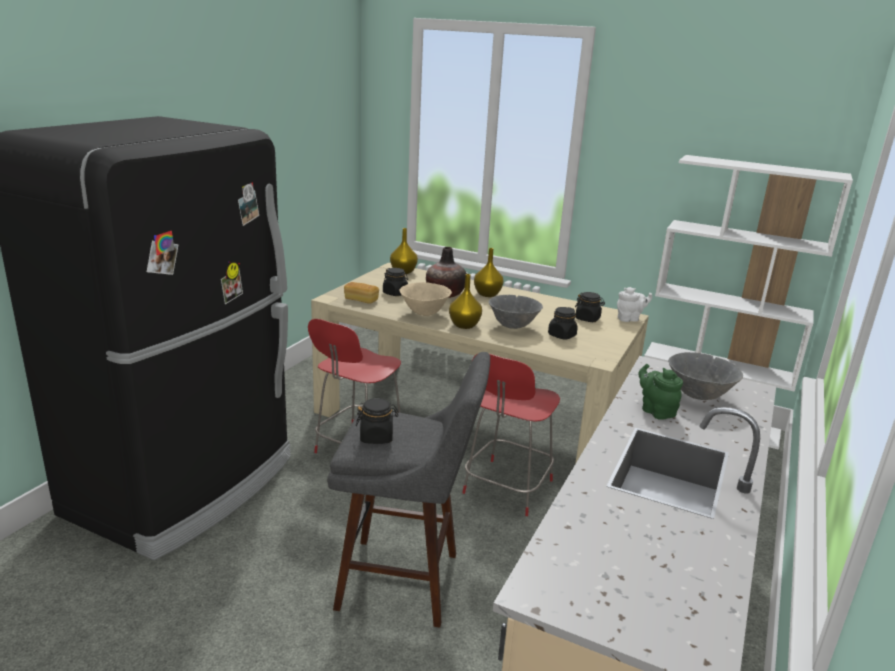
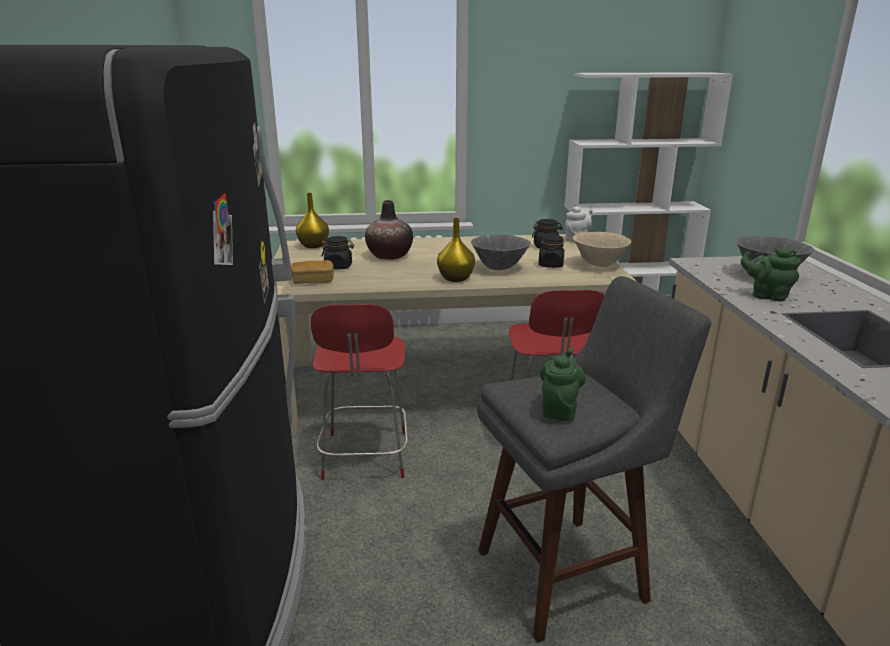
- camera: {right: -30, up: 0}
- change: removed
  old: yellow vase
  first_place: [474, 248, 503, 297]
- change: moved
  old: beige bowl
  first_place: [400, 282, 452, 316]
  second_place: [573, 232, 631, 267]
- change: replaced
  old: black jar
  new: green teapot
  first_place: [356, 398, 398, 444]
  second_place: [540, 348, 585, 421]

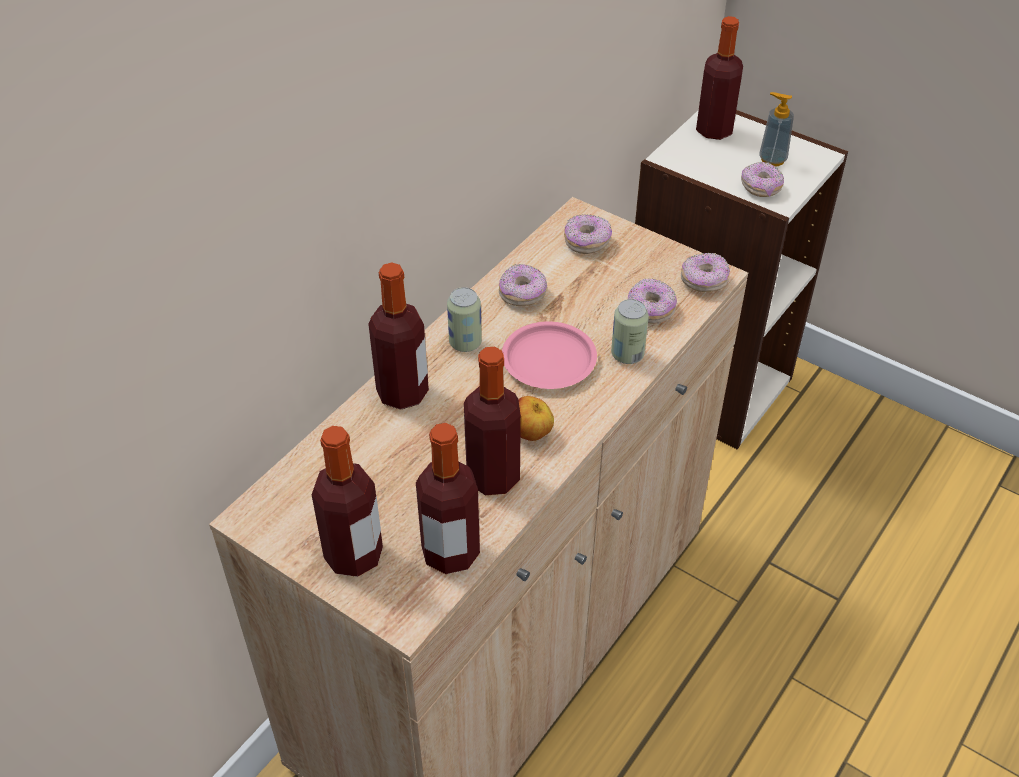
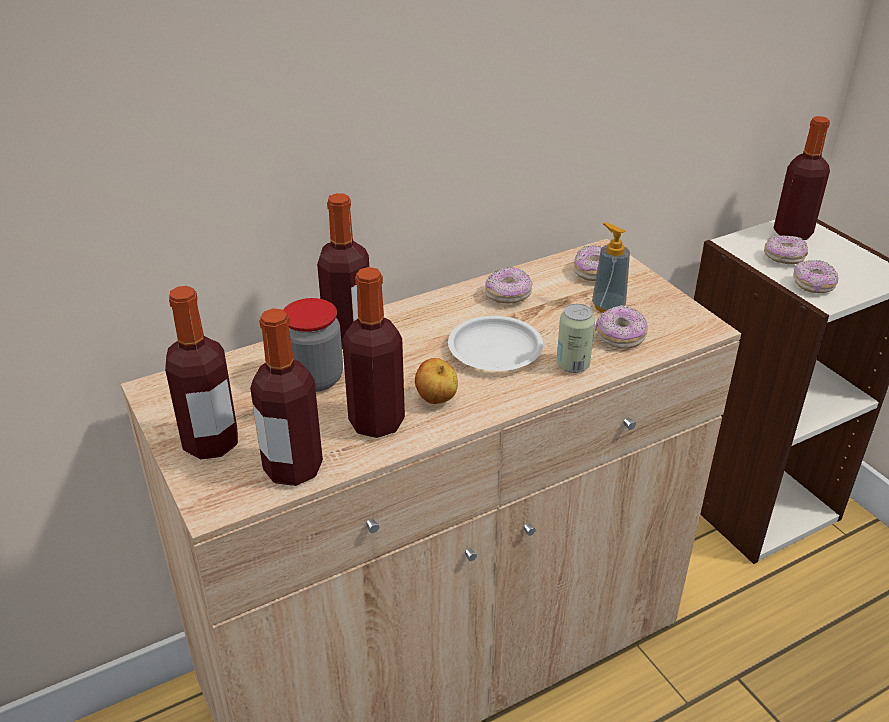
- camera: {right: 25, up: -10}
- change: removed
  old: can
  first_place: [447, 287, 482, 352]
- change: added
  new: jar
  second_place: [283, 298, 343, 392]
- change: moved
  old: donut
  first_place: [681, 253, 730, 292]
  second_place: [764, 235, 808, 264]
- change: moved
  old: soap dispenser
  first_place: [759, 92, 794, 167]
  second_place: [592, 222, 630, 313]
- change: recoloured
  old: pink plate
  new: white plate
  first_place: [502, 321, 597, 389]
  second_place: [448, 316, 543, 371]

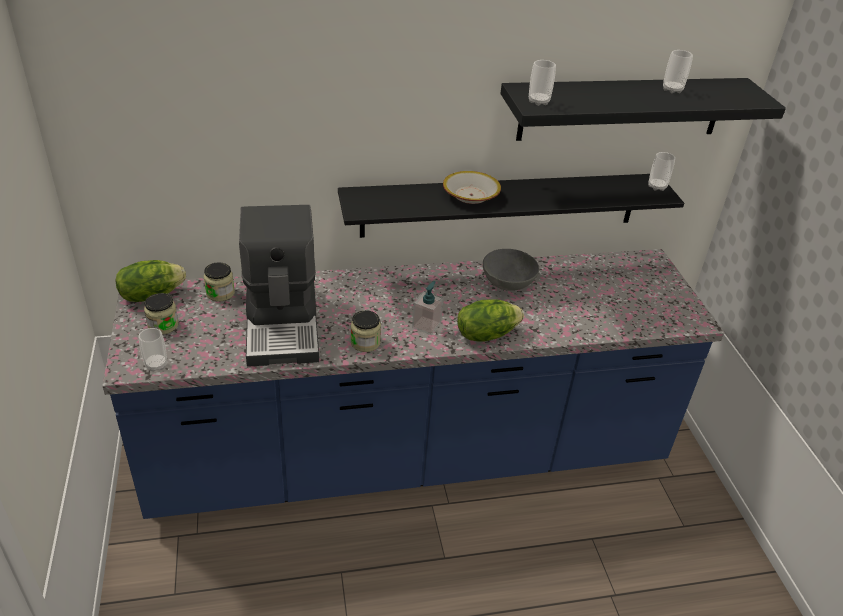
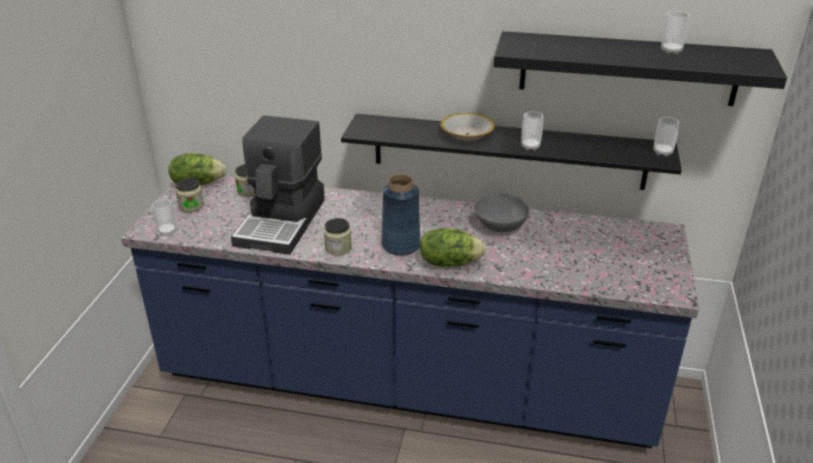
- camera: {right: 25, up: -5}
- change: moved
  old: cup
  first_place: [529, 60, 556, 106]
  second_place: [521, 111, 543, 151]
- change: replaced
  old: soap dispenser
  new: blue vase
  first_place: [412, 281, 444, 335]
  second_place: [381, 174, 420, 256]

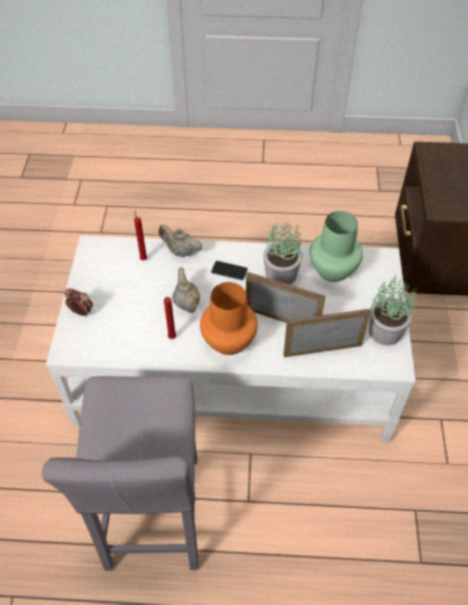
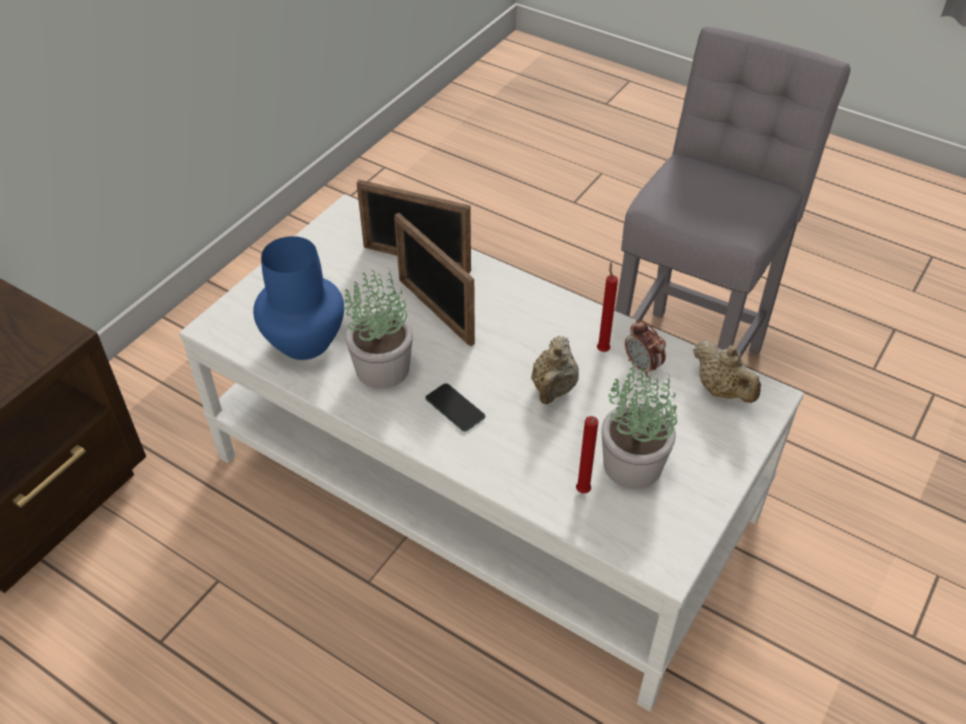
- camera: {right: -150, up: -5}
- change: removed
  old: orange vase
  first_place: [200, 282, 258, 355]
- change: moved
  old: alarm clock
  first_place: [65, 288, 93, 317]
  second_place: [625, 320, 666, 377]
- change: moved
  old: beige teapot
  first_place: [159, 224, 202, 257]
  second_place: [693, 341, 761, 403]
- change: moved
  old: potted plant
  first_place: [369, 275, 417, 345]
  second_place: [601, 362, 677, 489]
- change: recoloured
  old: green vase
  new: blue vase
  first_place: [309, 211, 363, 282]
  second_place: [253, 236, 344, 360]

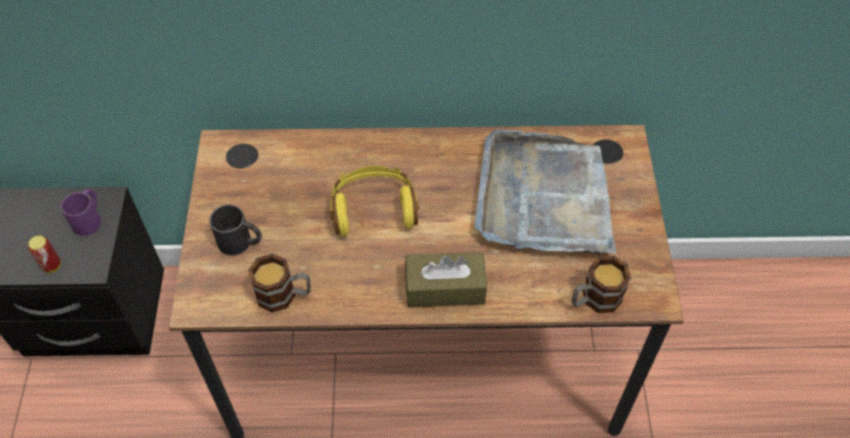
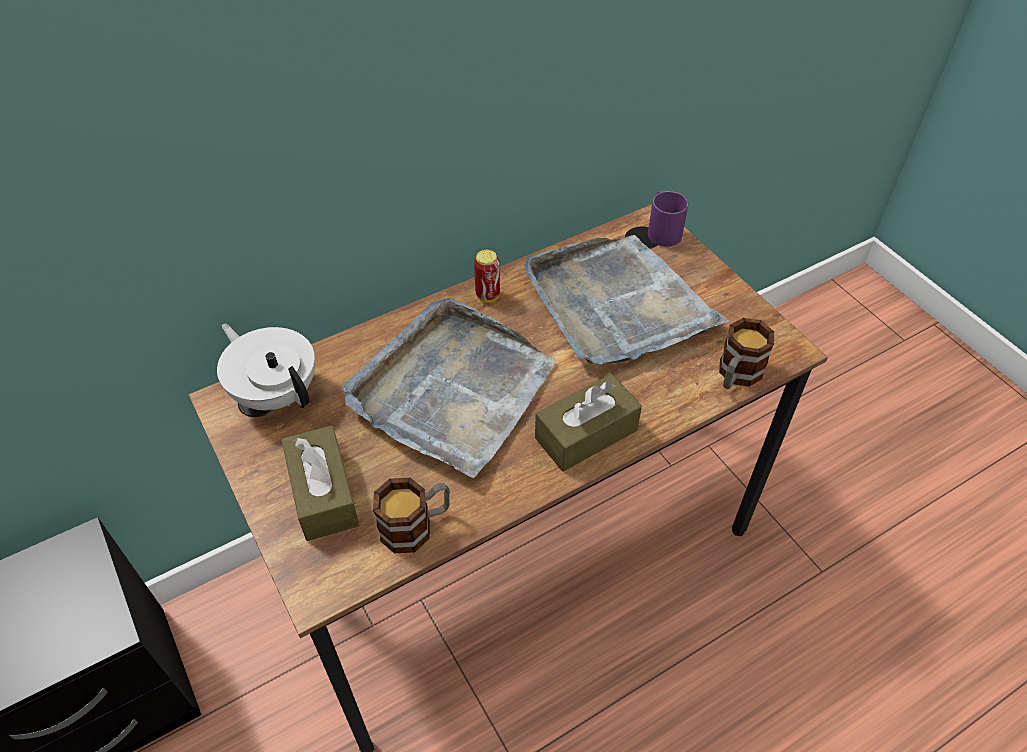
- camera: {right: -30, up: -5}
- change: added
  new: white teapot
  second_place: [217, 324, 315, 410]
- change: moved
  old: can
  first_place: [28, 236, 61, 273]
  second_place: [474, 250, 500, 302]
- change: moved
  old: purple mug
  first_place: [61, 189, 101, 236]
  second_place: [648, 190, 688, 247]
- change: replaced
  old: black mug
  new: brown tissue box
  first_place: [209, 204, 262, 255]
  second_place: [281, 425, 359, 541]
- change: replaced
  old: yellow headphones
  new: grey tray
  first_place: [330, 166, 419, 237]
  second_place: [343, 298, 556, 478]

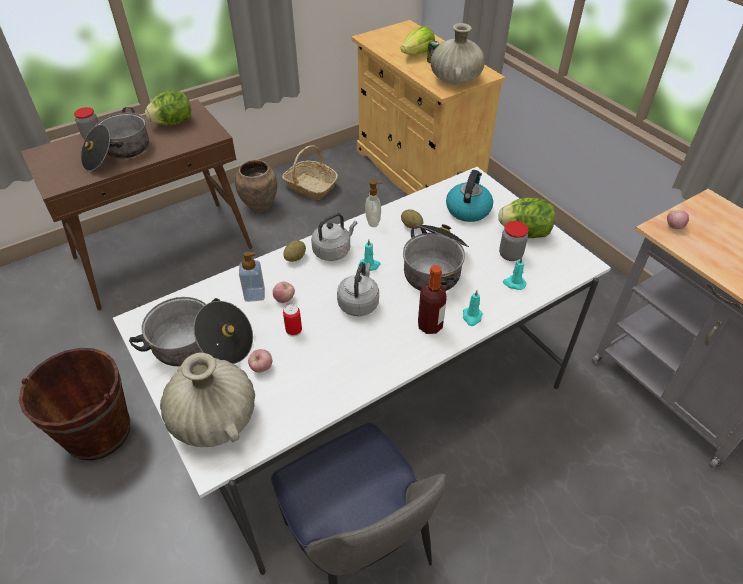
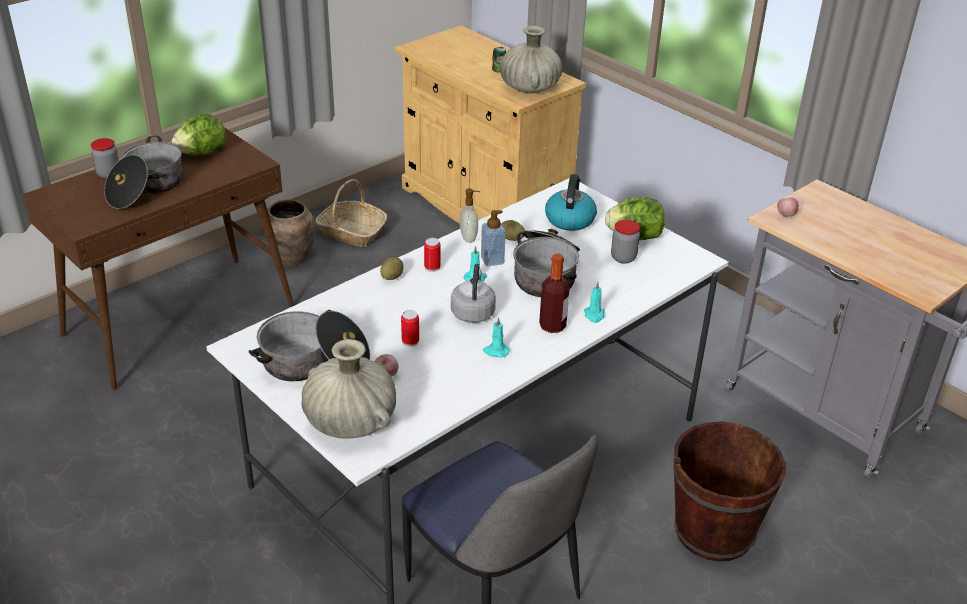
- camera: {right: -10, up: -10}
- change: removed
  old: apple
  first_place: [273, 282, 295, 303]
- change: removed
  old: lettuce
  first_place: [401, 26, 435, 55]
- change: moved
  old: brown bucket
  first_place: [19, 348, 130, 460]
  second_place: [673, 421, 787, 562]
- change: moved
  old: soap dispenser
  first_place: [239, 252, 265, 302]
  second_place: [481, 210, 506, 266]
- change: moved
  old: turquoise candle
  first_place: [503, 257, 526, 290]
  second_place: [483, 317, 509, 358]
- change: replaced
  old: grey kettle
  new: can
  first_place: [311, 213, 357, 261]
  second_place: [424, 238, 441, 272]

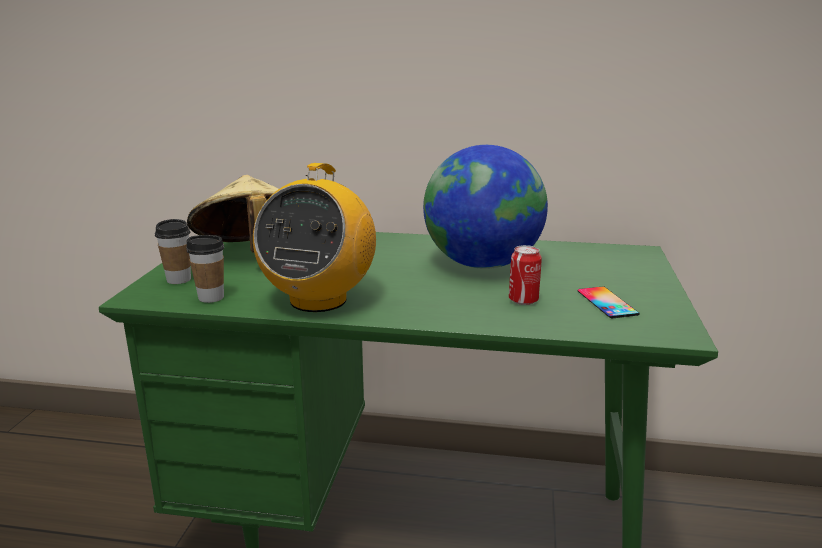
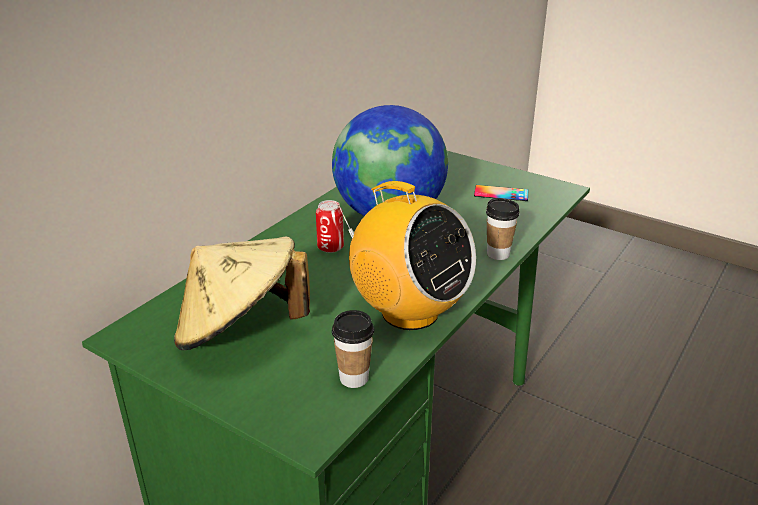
- camera: {right: -65, up: 10}
- change: moved
  old: cup
  first_place: [155, 219, 191, 284]
  second_place: [486, 198, 520, 260]
- change: moved
  old: can
  first_place: [509, 245, 542, 305]
  second_place: [316, 200, 344, 253]

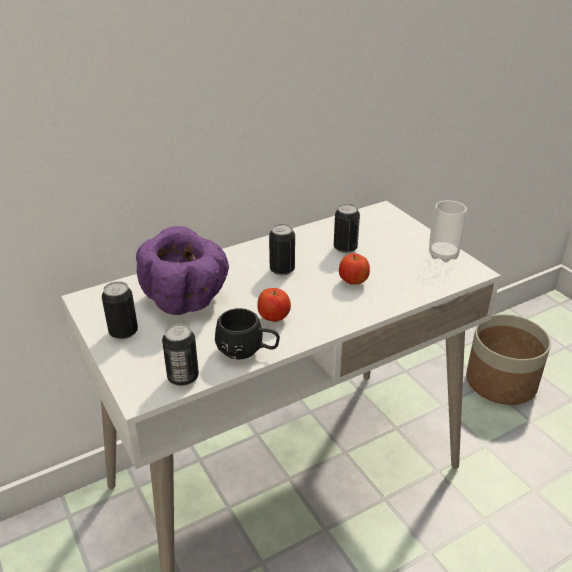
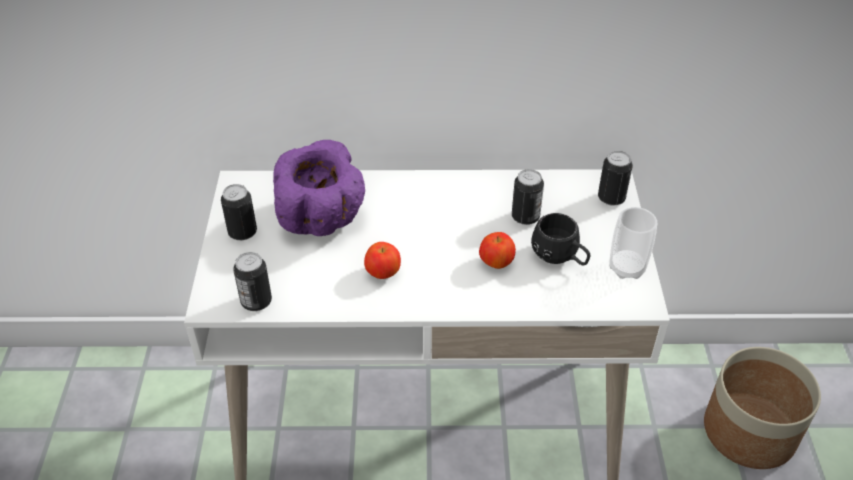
- camera: {right: 30, up: 10}
- change: moved
  old: black mug
  first_place: [215, 308, 280, 359]
  second_place: [531, 213, 591, 266]
- change: moved
  old: can
  first_place: [269, 224, 295, 275]
  second_place: [598, 151, 633, 206]

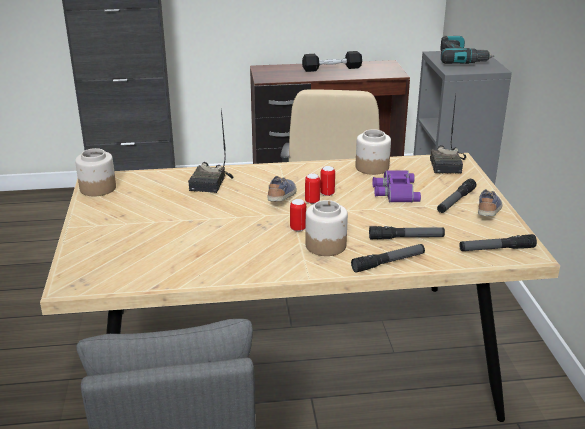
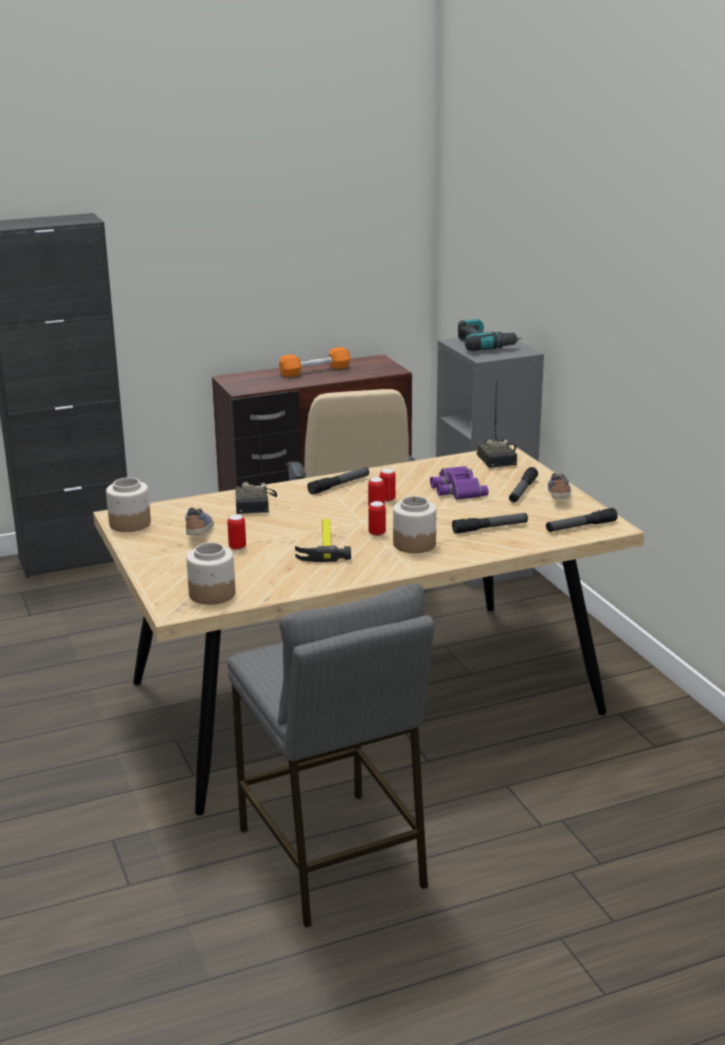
- camera: {right: -15, up: -5}
- change: added
  new: can
  second_place: [227, 514, 246, 550]
- change: added
  new: hammer
  second_place: [295, 519, 351, 562]
- change: moved
  old: shoe
  first_place: [267, 176, 297, 201]
  second_place: [185, 507, 214, 535]
- change: moved
  old: flashlight
  first_place: [351, 244, 425, 273]
  second_place: [307, 467, 369, 495]
- change: moved
  old: jar
  first_place: [355, 129, 391, 175]
  second_place: [186, 542, 235, 605]
- change: recoloured
  old: black dumbbell
  new: orange dumbbell
  first_place: [302, 51, 362, 72]
  second_place: [279, 347, 351, 377]

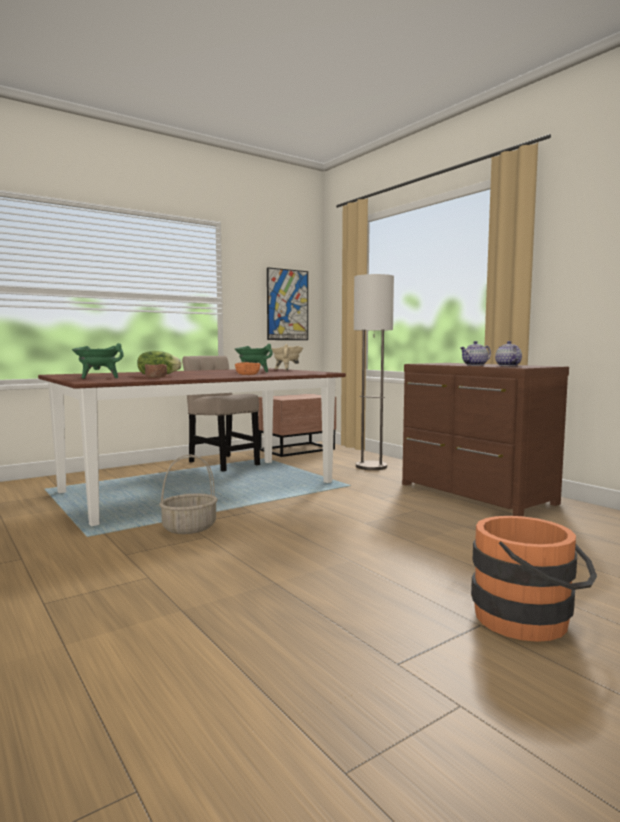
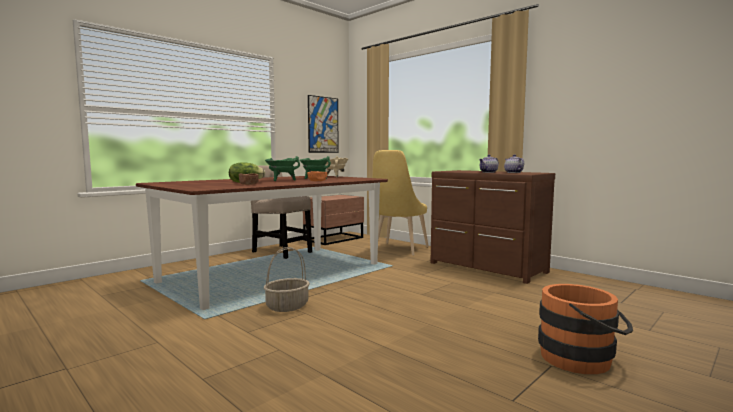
- camera: {right: -10, up: 0}
- change: moved
  old: green cooking pot
  first_place: [72, 343, 124, 379]
  second_place: [265, 156, 300, 181]
- change: replaced
  old: floor lamp
  new: yellow chair
  first_place: [354, 274, 394, 470]
  second_place: [373, 150, 429, 256]

